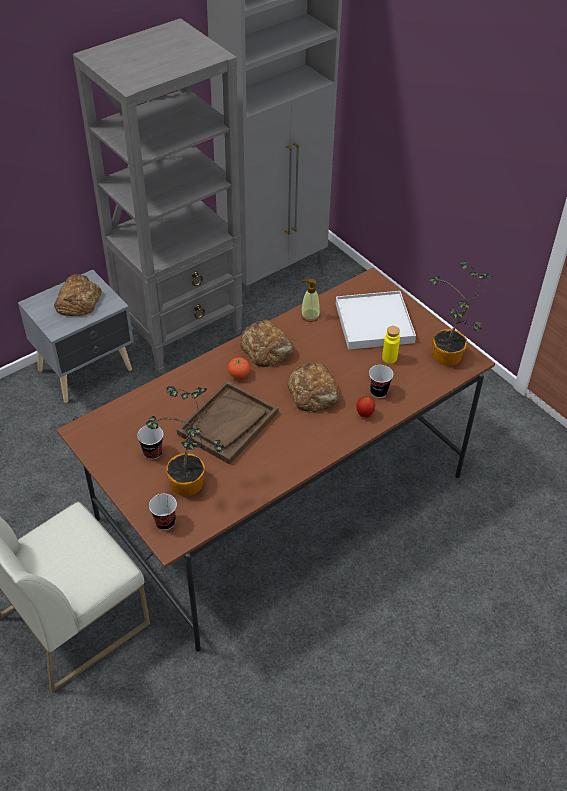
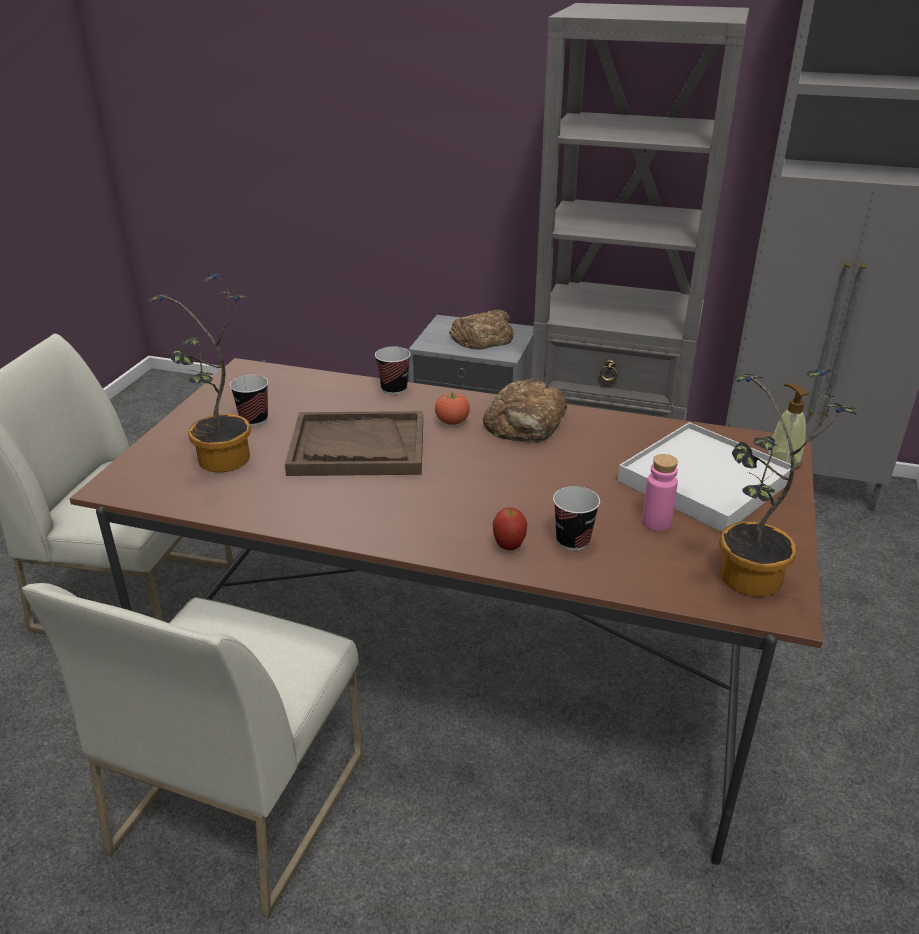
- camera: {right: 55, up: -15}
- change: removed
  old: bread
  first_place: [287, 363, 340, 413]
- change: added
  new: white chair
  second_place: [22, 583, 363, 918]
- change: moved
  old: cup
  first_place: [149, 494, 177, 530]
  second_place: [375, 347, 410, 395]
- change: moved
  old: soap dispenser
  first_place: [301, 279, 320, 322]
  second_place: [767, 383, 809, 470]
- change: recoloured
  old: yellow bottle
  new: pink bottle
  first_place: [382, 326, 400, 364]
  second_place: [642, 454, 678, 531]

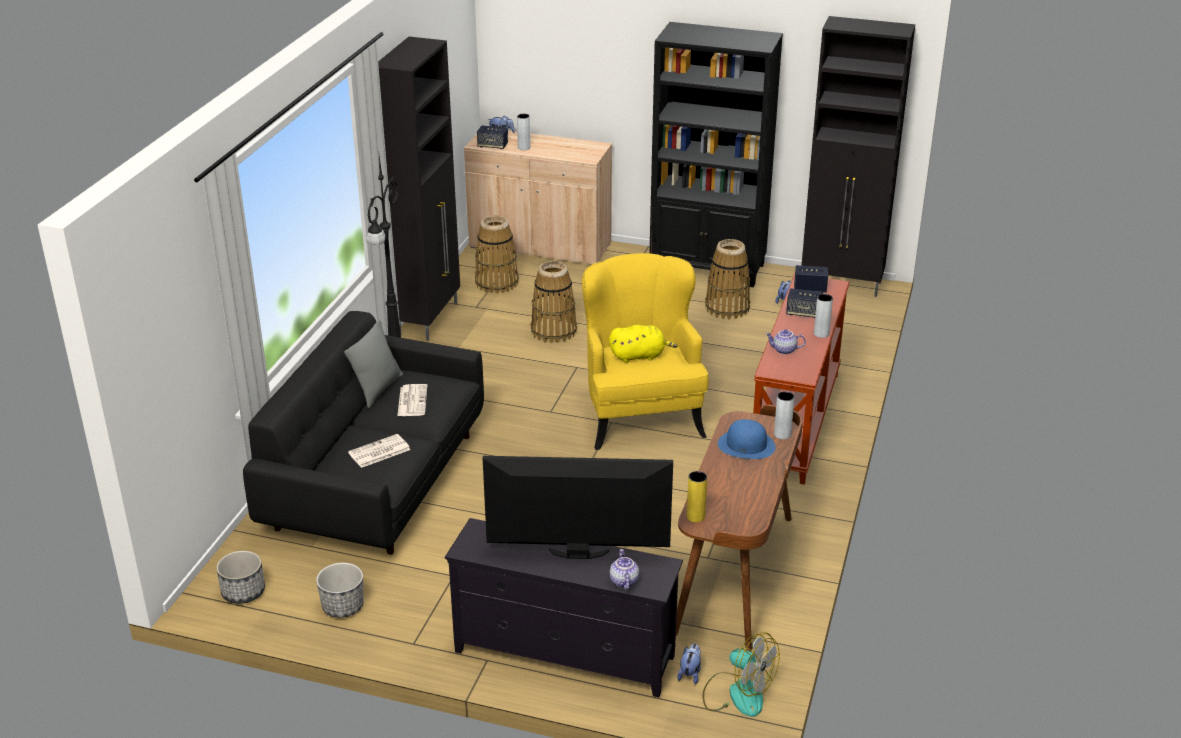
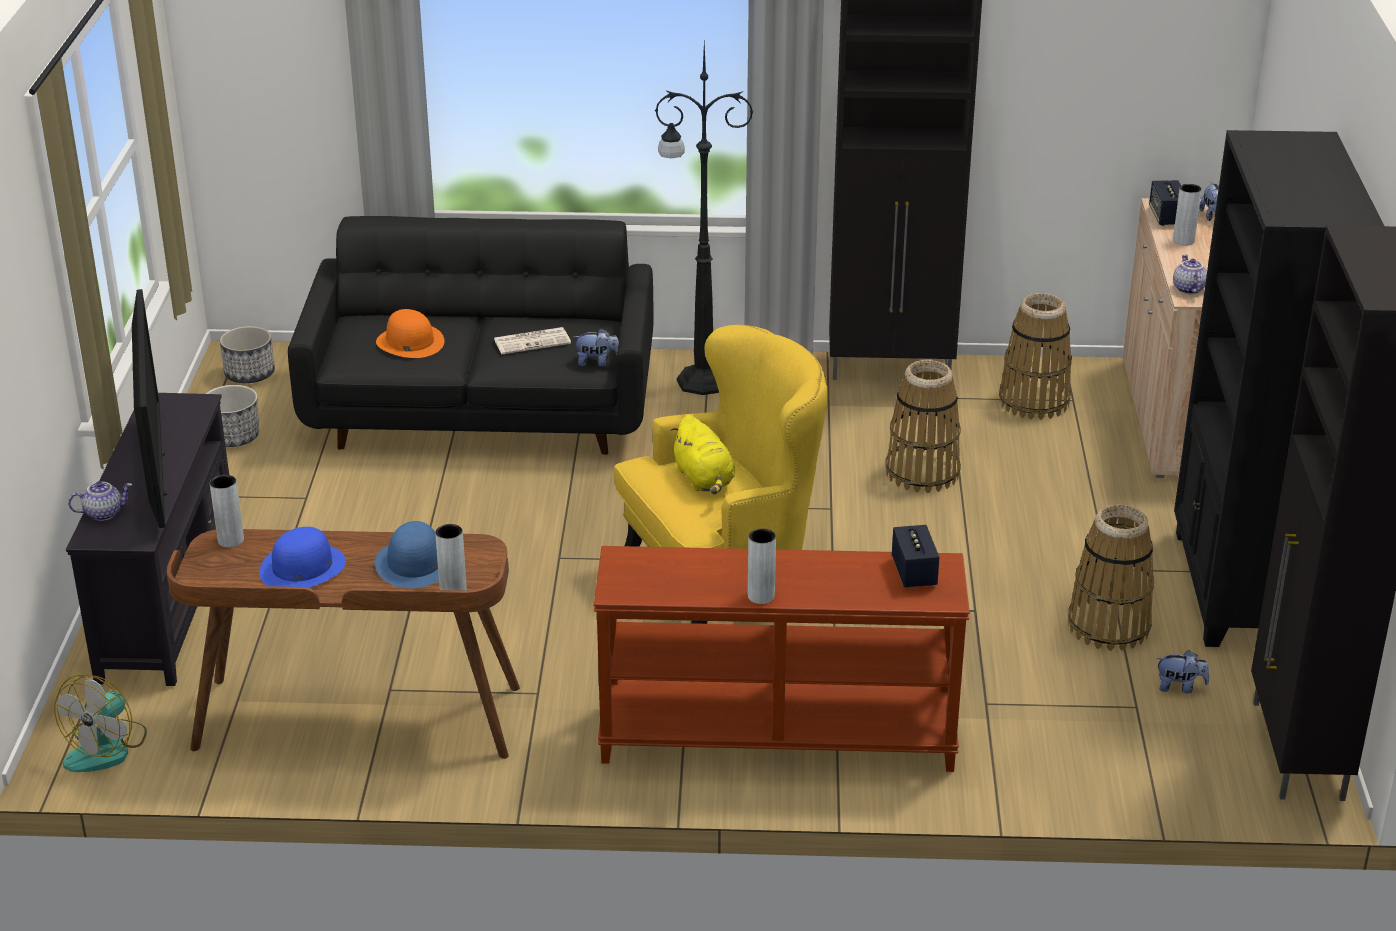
- camera: {right: 75, up: 0}
- change: removed
  old: grey pillow
  first_place: [344, 319, 403, 408]
- change: removed
  old: speaker
  first_place: [786, 288, 823, 318]
- change: added
  new: blue hat
  second_place: [259, 527, 346, 588]
- change: moved
  old: plush toy
  first_place: [677, 643, 701, 684]
  second_place: [573, 328, 619, 367]
- change: moved
  old: teapot
  first_place: [766, 329, 806, 355]
  second_place: [1173, 254, 1207, 294]
- change: replaced
  old: newspaper
  new: orange hat
  first_place: [348, 434, 411, 468]
  second_place: [376, 309, 444, 358]
- change: recoloured
  old: yellow vase
  new: grey vase
  first_place: [687, 471, 707, 522]
  second_place: [210, 475, 244, 548]

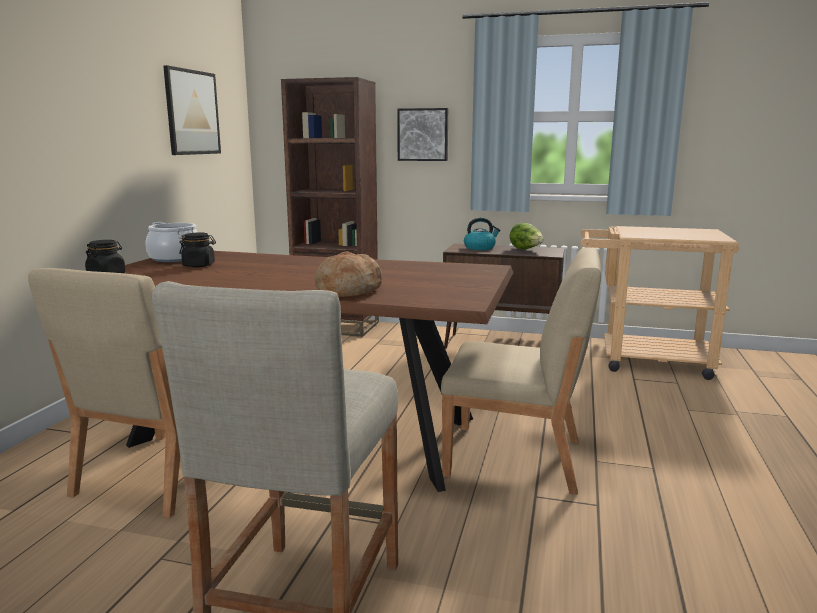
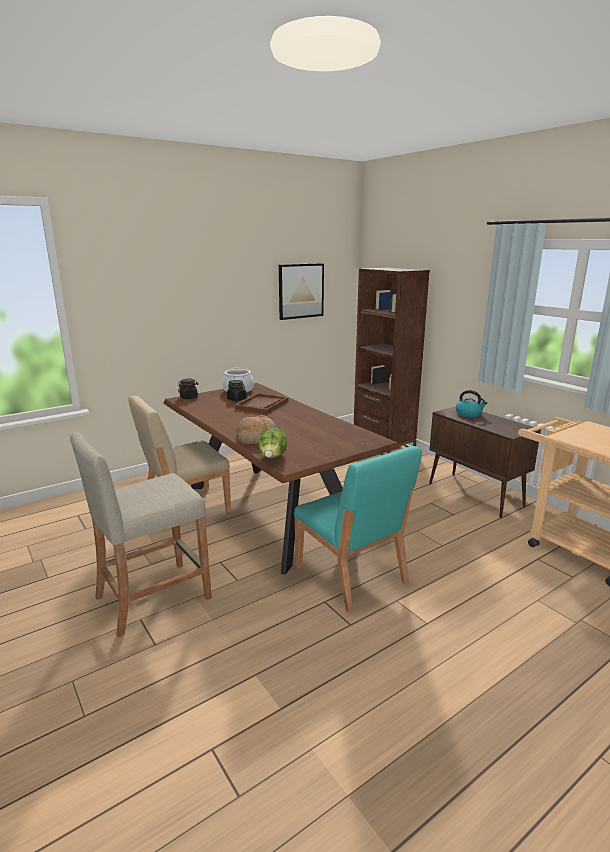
- camera: {right: 40, up: 5}
- change: removed
  old: picture
  first_place: [397, 108, 448, 161]
- change: added
  new: brown tray
  second_place: [235, 393, 289, 414]
- change: moved
  old: lettuce
  first_place: [510, 223, 544, 249]
  second_place: [258, 428, 287, 458]
- change: recoloured
  old: beige chair
  new: turquoise chair
  first_place: [441, 247, 601, 495]
  second_place: [294, 446, 422, 613]

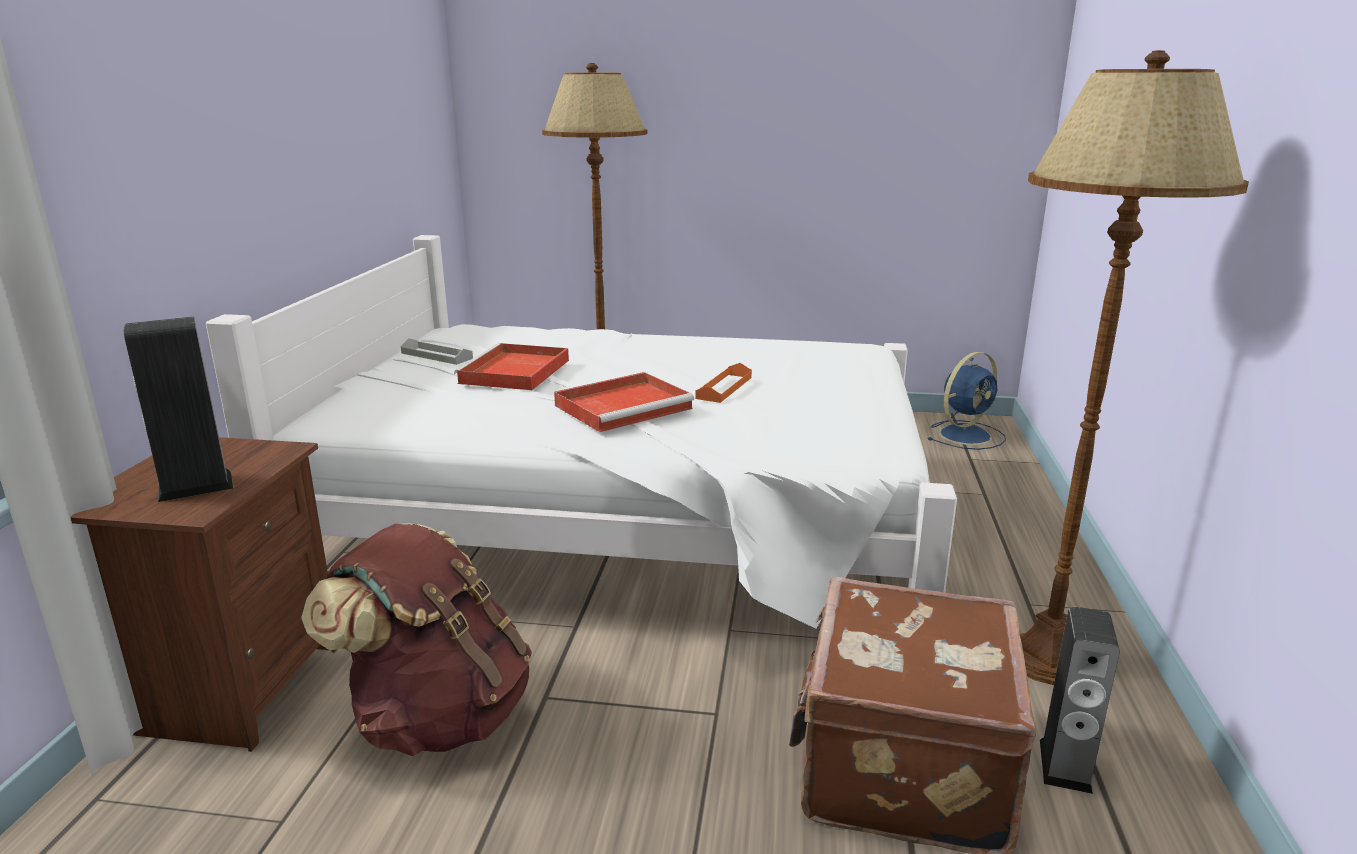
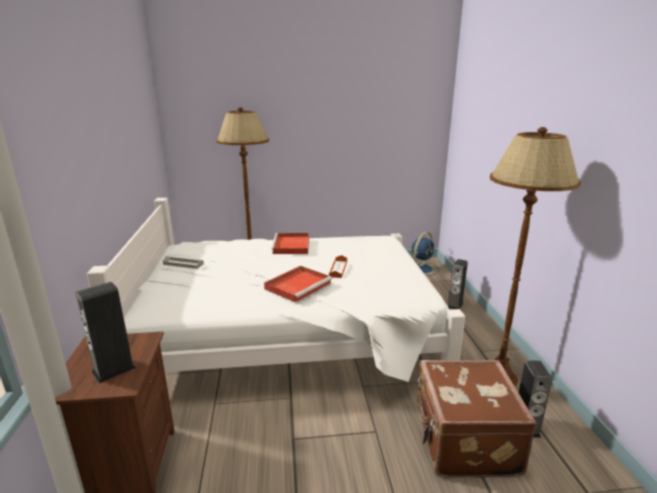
- camera: {right: -15, up: 0}
- change: removed
  old: brown backpack
  first_place: [301, 523, 532, 756]
- change: added
  new: speaker
  second_place: [448, 259, 468, 309]
- change: moved
  old: red tray
  first_place: [454, 343, 569, 390]
  second_place: [271, 233, 309, 254]

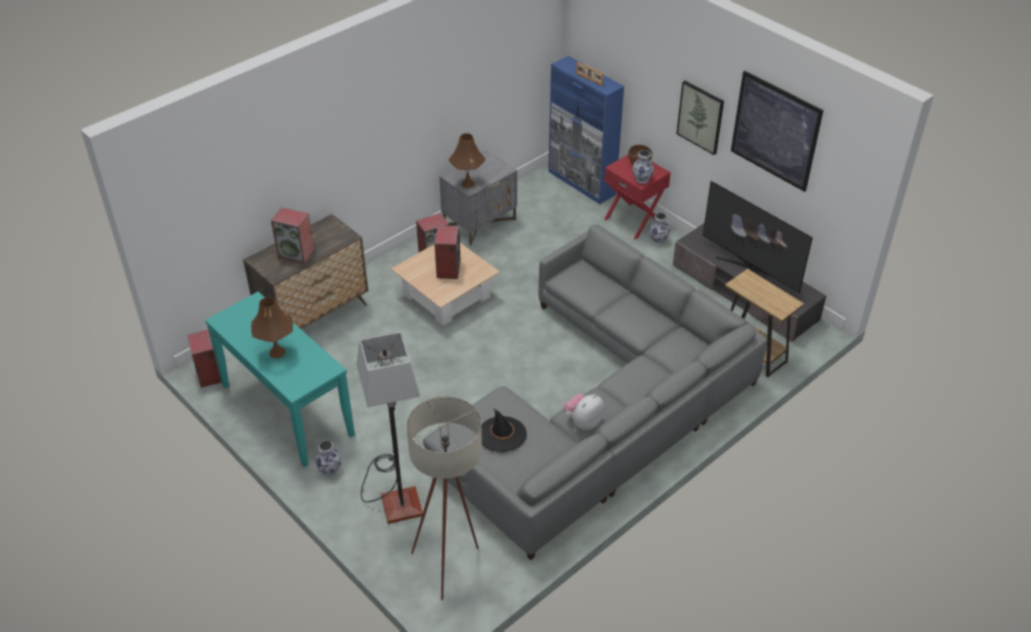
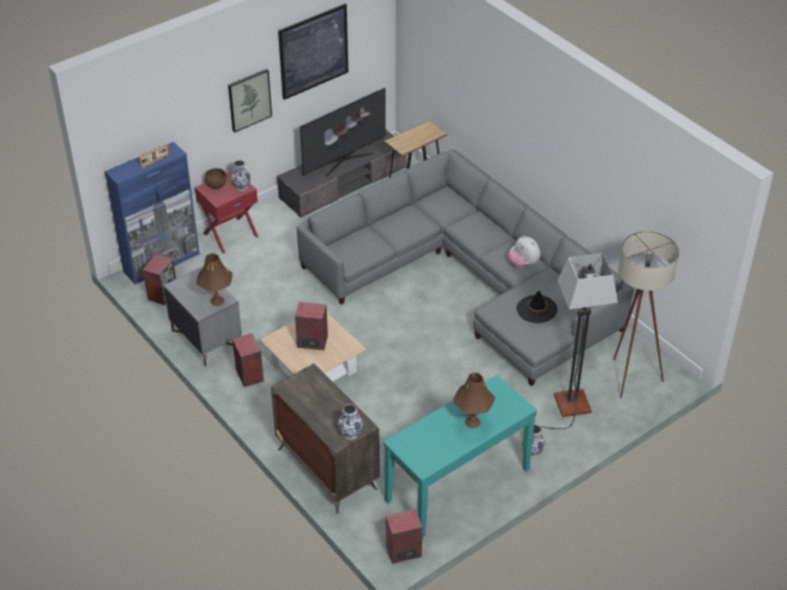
- camera: {right: -85, up: 0}
- change: moved
  old: speaker
  first_place: [271, 207, 314, 264]
  second_place: [143, 254, 176, 305]
- change: moved
  old: vase
  first_place: [649, 213, 670, 245]
  second_place: [337, 404, 363, 440]

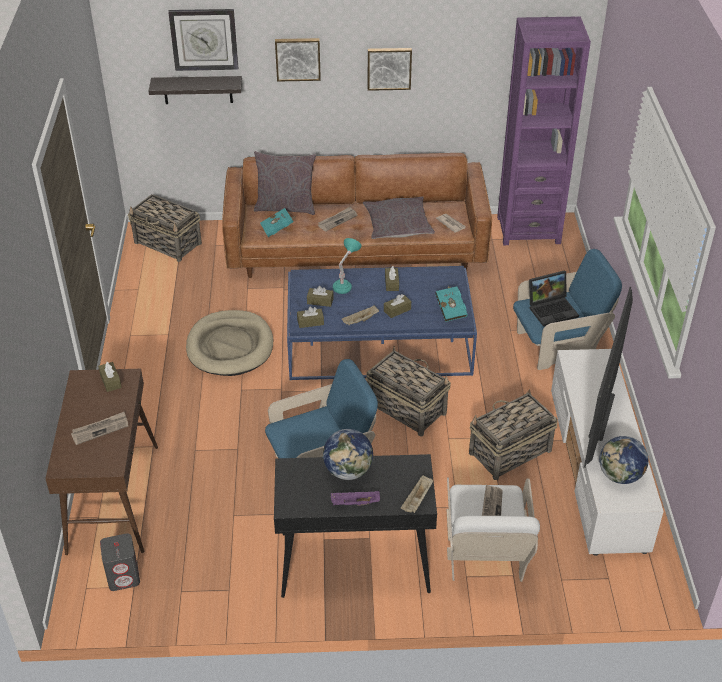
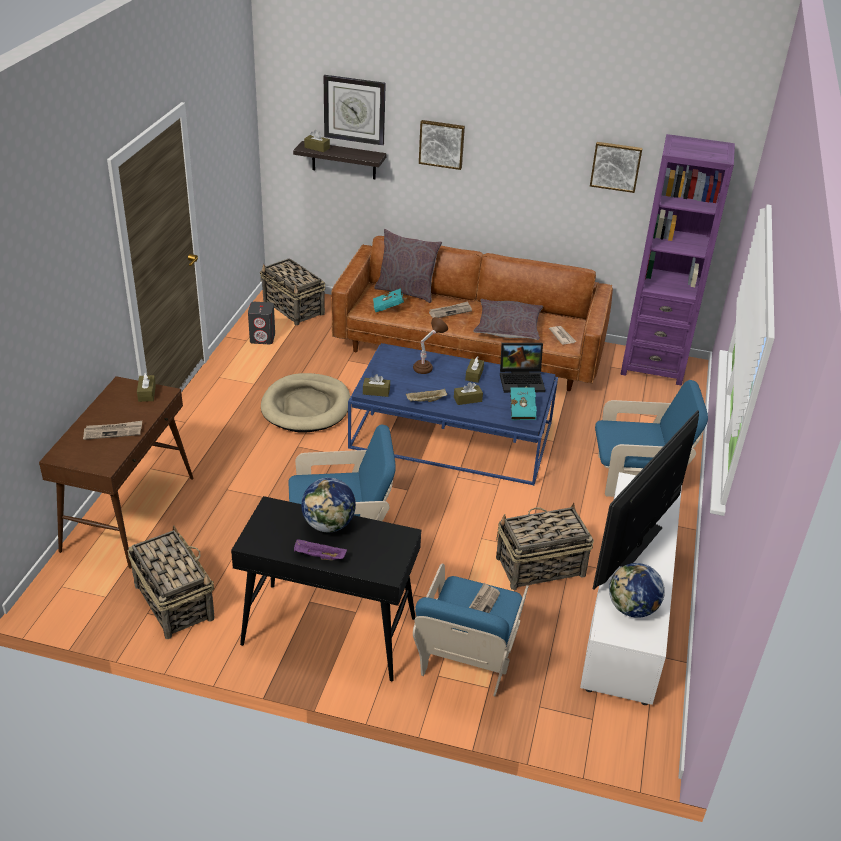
- camera: {right: 15, up: -5}
- change: removed
  old: beige tray
  first_place: [401, 475, 433, 513]
- change: moved
  old: grey speaker
  first_place: [100, 533, 140, 591]
  second_place: [248, 302, 275, 344]
- change: moved
  old: brown tissue box
  first_place: [307, 286, 334, 307]
  second_place: [304, 130, 330, 152]
- change: moved
  old: basket
  first_place: [366, 346, 451, 436]
  second_place: [128, 525, 215, 639]
- change: moved
  old: picture
  first_place: [368, 48, 412, 91]
  second_place: [590, 142, 643, 193]
- change: moved
  old: laptop
  first_place: [529, 270, 579, 327]
  second_place: [500, 343, 545, 393]
- change: recoloured
  old: turquoise table lamp
  new: brown table lamp
  first_place: [333, 238, 361, 294]
  second_place: [413, 317, 448, 374]
- change: recoloured
  old: white armchair
  new: blue armchair
  first_place: [447, 477, 540, 582]
  second_place: [413, 563, 529, 696]

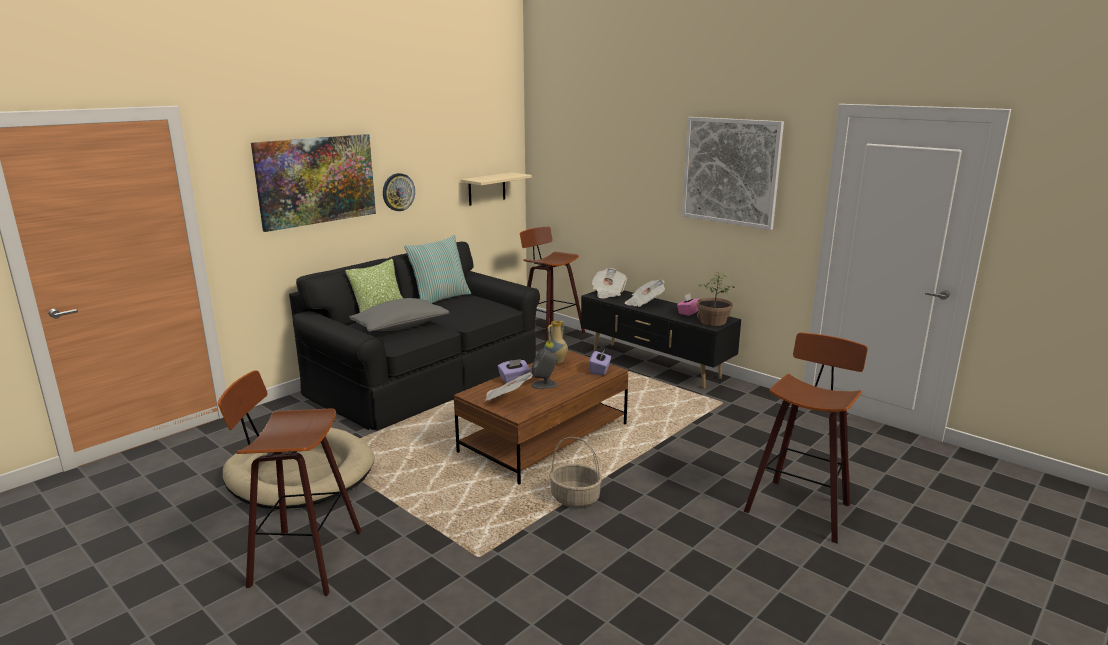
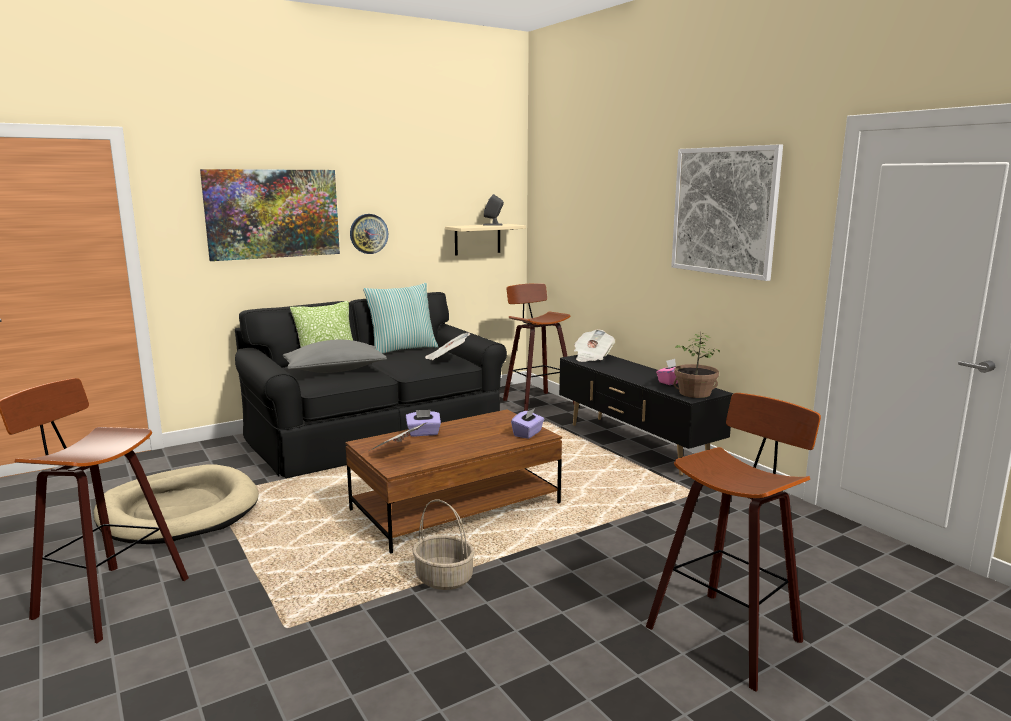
- camera: {right: 15, up: -5}
- change: removed
  old: vase
  first_place: [544, 321, 568, 365]
- change: moved
  old: grey speaker
  first_place: [531, 348, 558, 389]
  second_place: [483, 194, 504, 226]
- change: moved
  old: newspaper
  first_place: [625, 280, 665, 307]
  second_place: [425, 333, 470, 360]

